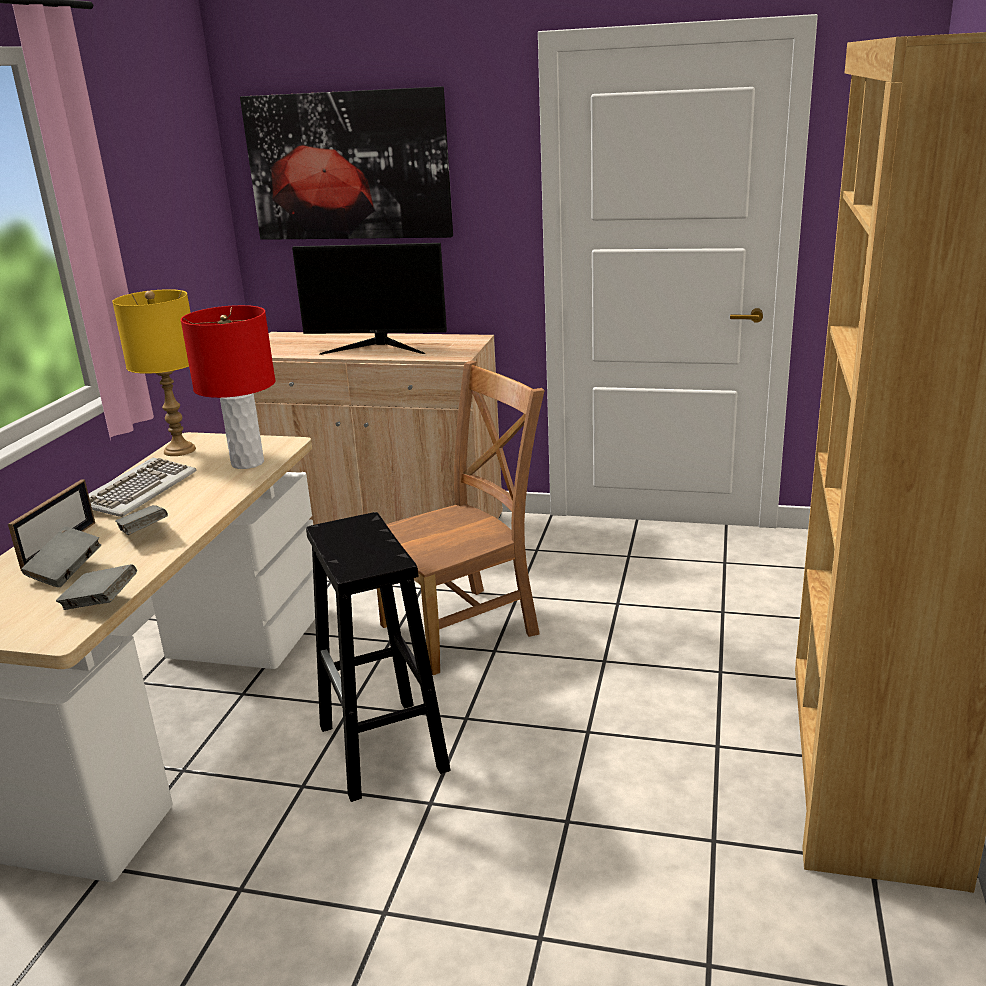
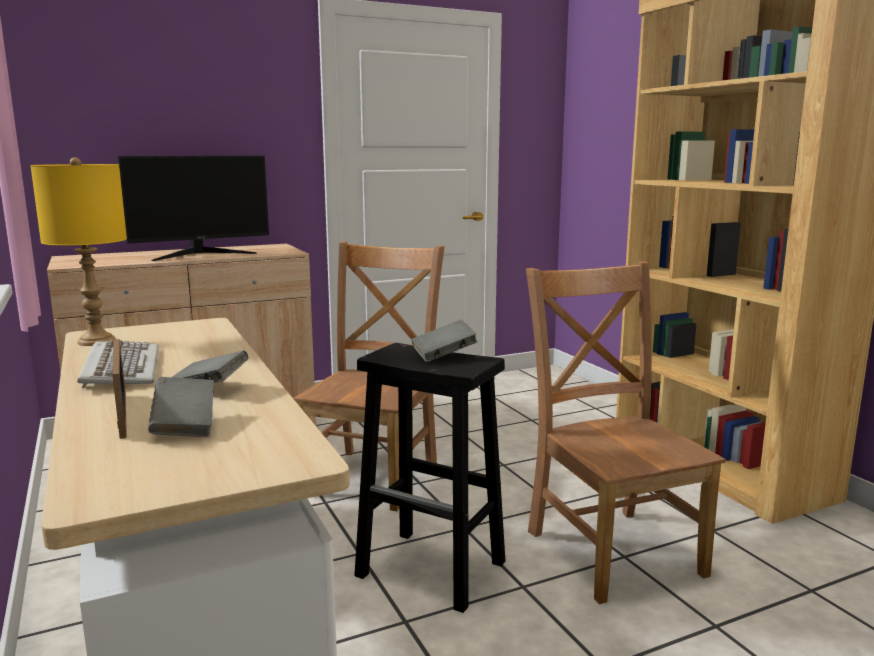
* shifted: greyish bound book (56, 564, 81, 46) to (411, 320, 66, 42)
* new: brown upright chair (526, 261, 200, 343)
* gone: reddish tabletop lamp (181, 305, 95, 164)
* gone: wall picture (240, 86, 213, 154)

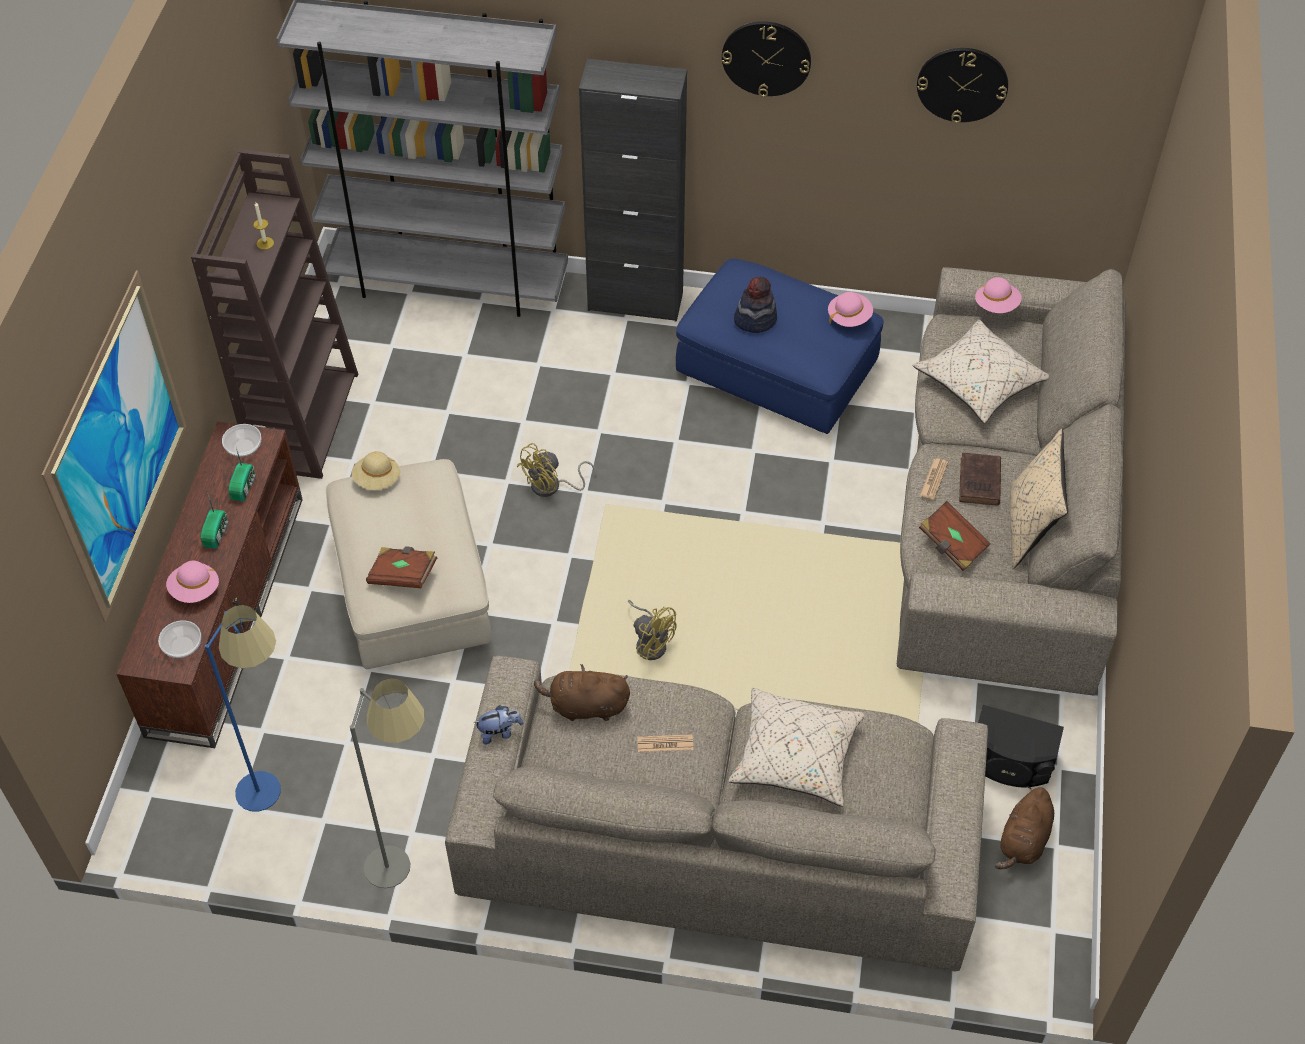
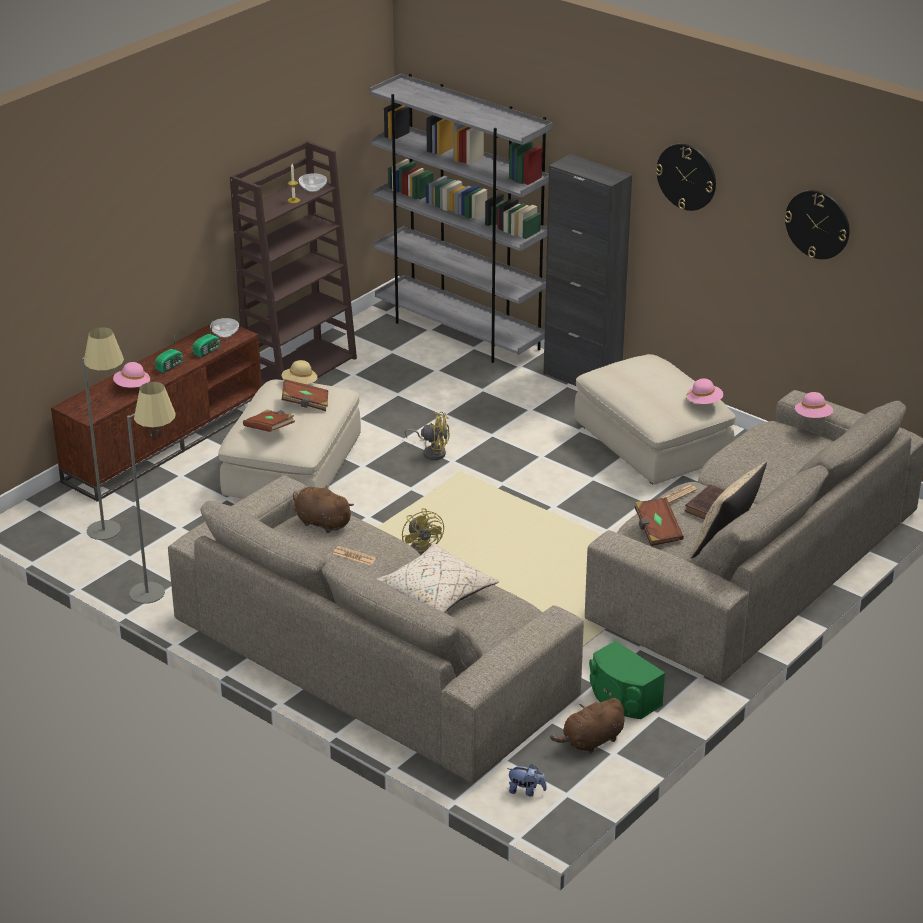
* repainted: blue-coloured standard lamp (205, 605, 76, 207) to greyish standard lamp (82, 327, 42, 213)
* new: brown bound book (282, 379, 46, 32)
* shifted: deep dish (158, 620, 43, 38) to (299, 173, 28, 19)
* rotated: yellow fan (517, 443, 80, 54) = (404, 411, 46, 49) 150 degrees counterclockwise
* shifted: soft toy (473, 705, 50, 39) to (507, 764, 40, 32)
* repainted: blue-coloured pouffe (676, 259, 207, 175) to beige-coloured pouffe (574, 354, 161, 131)
* repainted: black speaker (978, 705, 86, 83) to green speaker (589, 640, 76, 79)
* gone: wall picture (42, 270, 144, 352)
* gone: hat (734, 277, 43, 56)
* gone: beige-coloured pillow (913, 320, 136, 103)

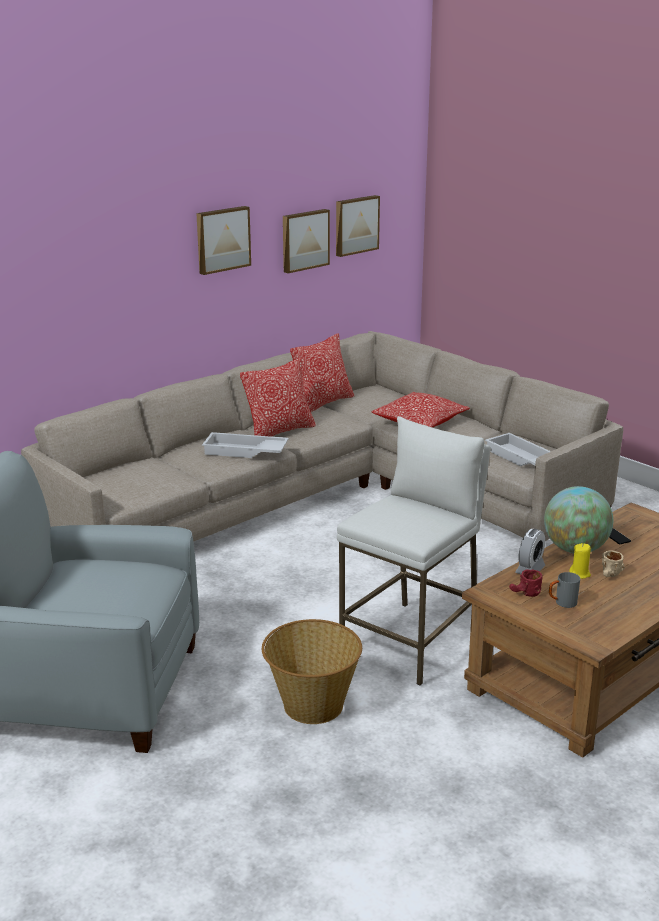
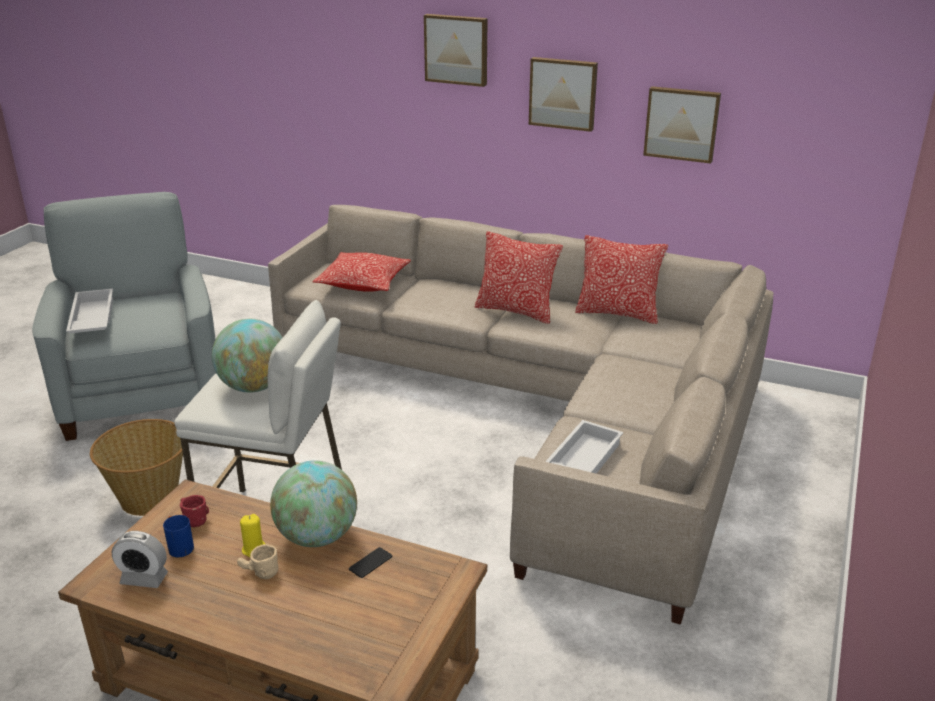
* shifted: white carrying tray (202, 432, 87, 26) to (66, 288, 47, 45)
* shifted: bedside clock (515, 529, 30, 45) to (112, 531, 56, 57)
* repainted: greyish tea mug (549, 572, 31, 36) to blue-coloured tea mug (163, 515, 31, 43)
* new: world globe (212, 319, 71, 74)
* shifted: pillow (371, 392, 99, 35) to (313, 252, 98, 40)
* shifted: wall picture (336, 195, 44, 62) to (424, 14, 63, 73)

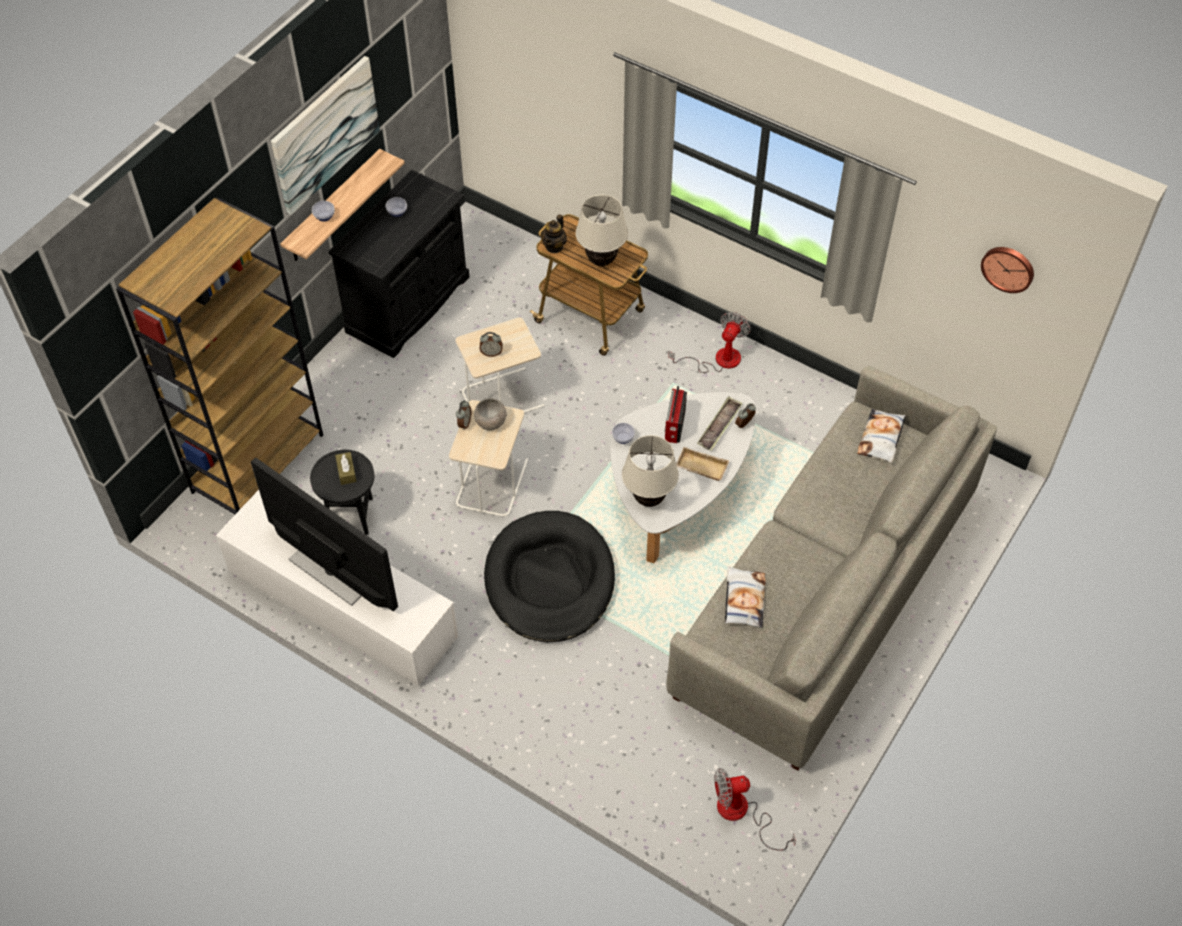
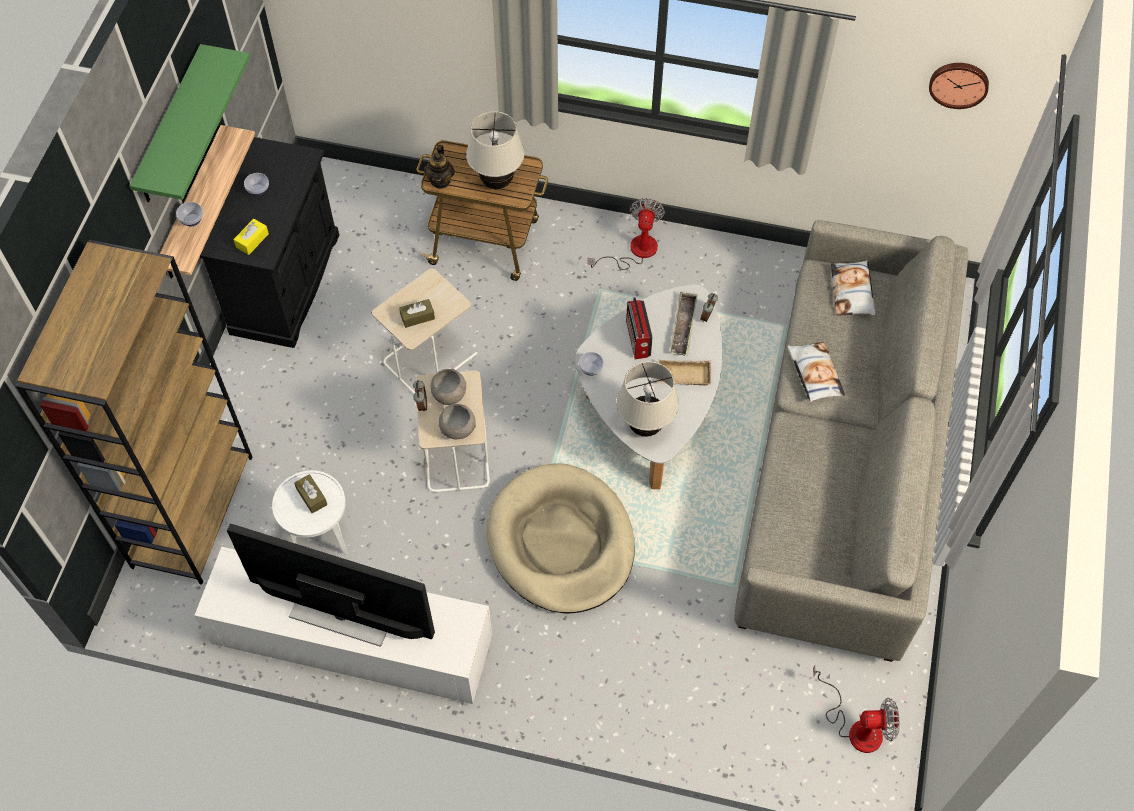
* swapped: wall picture (271, 56, 109, 159) to green shelf (129, 44, 121, 158)
* new: yellow tissue holder (233, 219, 36, 36)
* repainted: black side table (310, 450, 65, 85) to white side table (272, 470, 76, 84)
* swapped: bedside clock (479, 332, 24, 25) to brown tissue holder (399, 299, 36, 29)
* new: greyish deep dish (439, 404, 37, 35)
* repainted: black pet bed (484, 511, 131, 131) to beige-coloured pet bed (487, 464, 147, 149)
* shifted: pillow (725, 566, 41, 62) to (787, 342, 58, 60)
* rotated: fan (714, 768, 82, 83) = (813, 665, 87, 88) 150 degrees counterclockwise

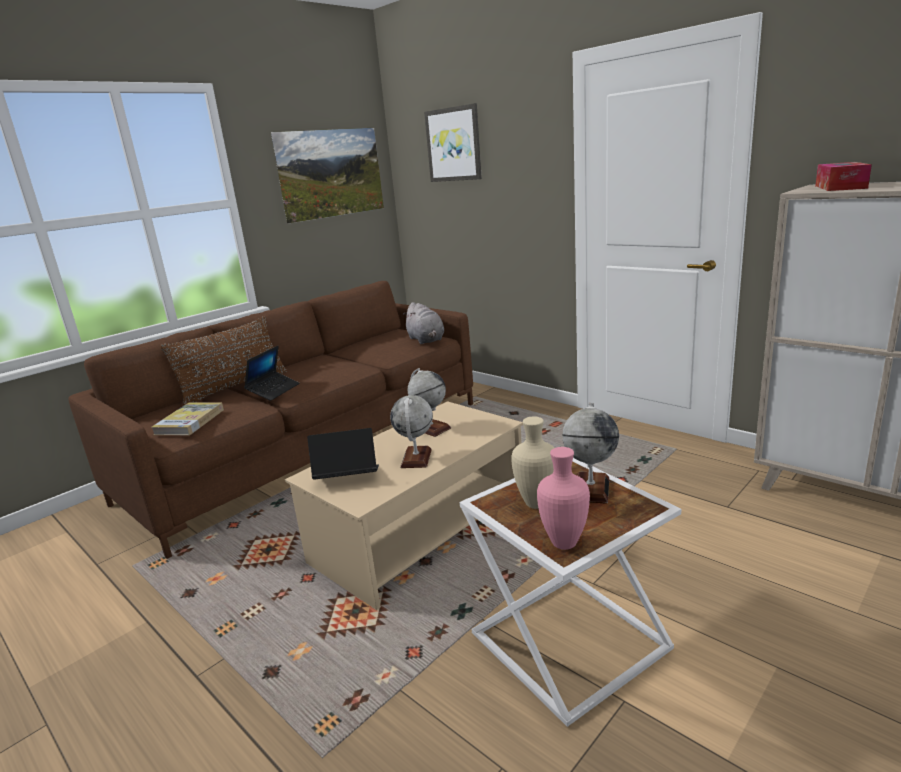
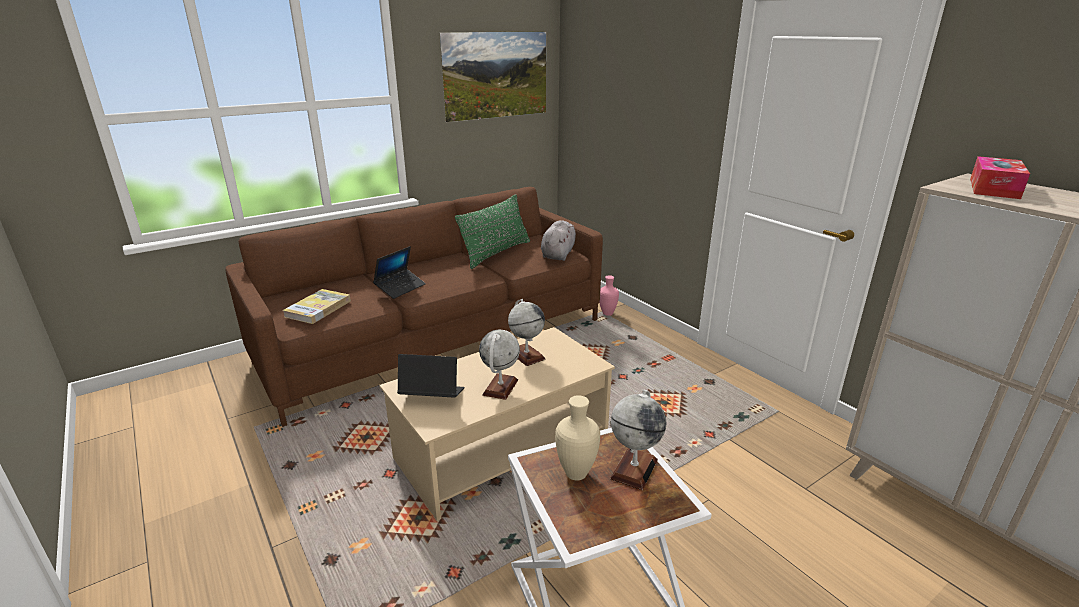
* new: green pillow (455, 194, 75, 75)
* rotated: greyish soft toy (403, 302, 41, 42) = (541, 220, 35, 41) 150 degrees counterclockwise
* shifted: pink-coloured flower vase (537, 447, 53, 103) to (599, 275, 20, 41)
* gone: brown pillow (160, 316, 127, 90)
* gone: wall picture (424, 103, 58, 79)

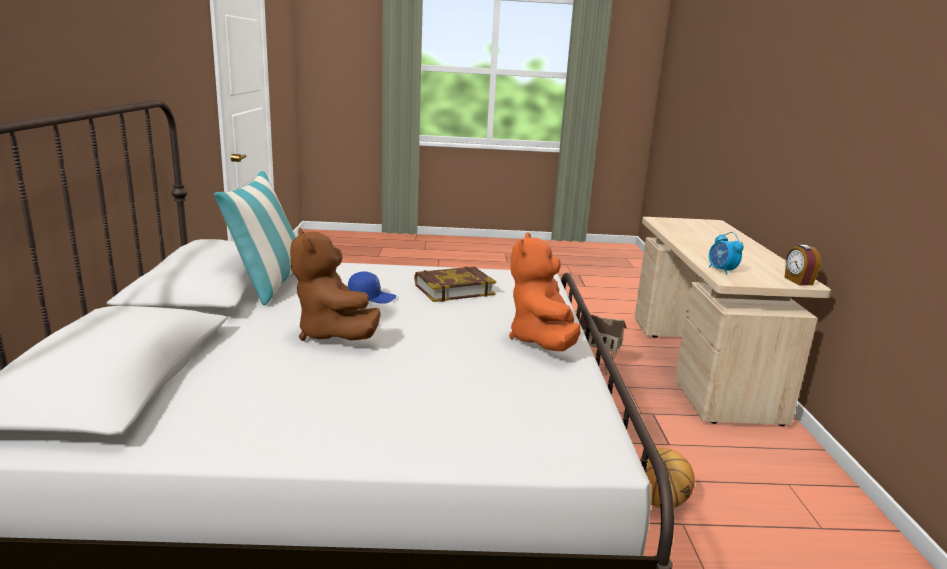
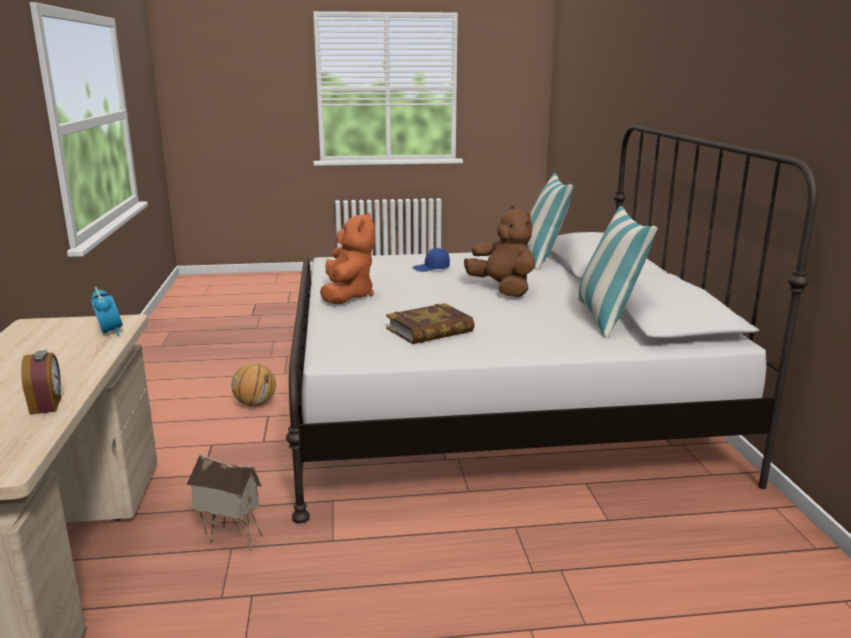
* shifted: bedside clock (785, 245, 36, 40) to (21, 350, 40, 65)
* shifted: blue-coloured peaked cap (348, 271, 48, 33) to (413, 248, 37, 24)
* new: pillow (526, 173, 47, 96)

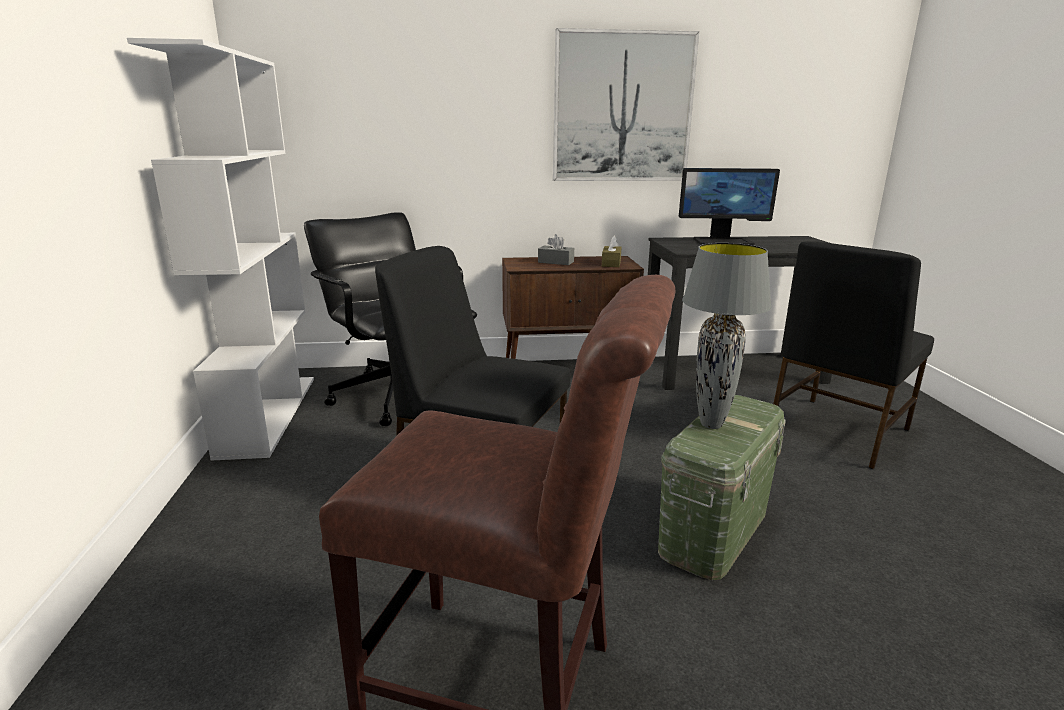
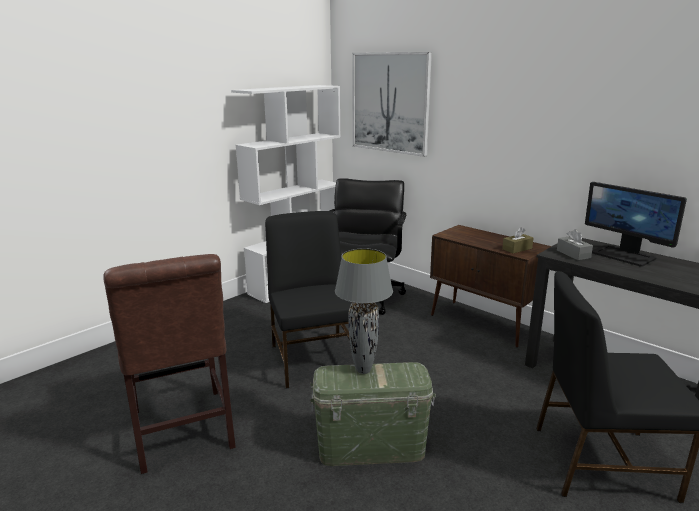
* shifted: wall picture (553, 28, 146, 153) to (352, 52, 80, 105)
* shifted: greyish tissue holder (538, 234, 36, 31) to (557, 229, 36, 31)

